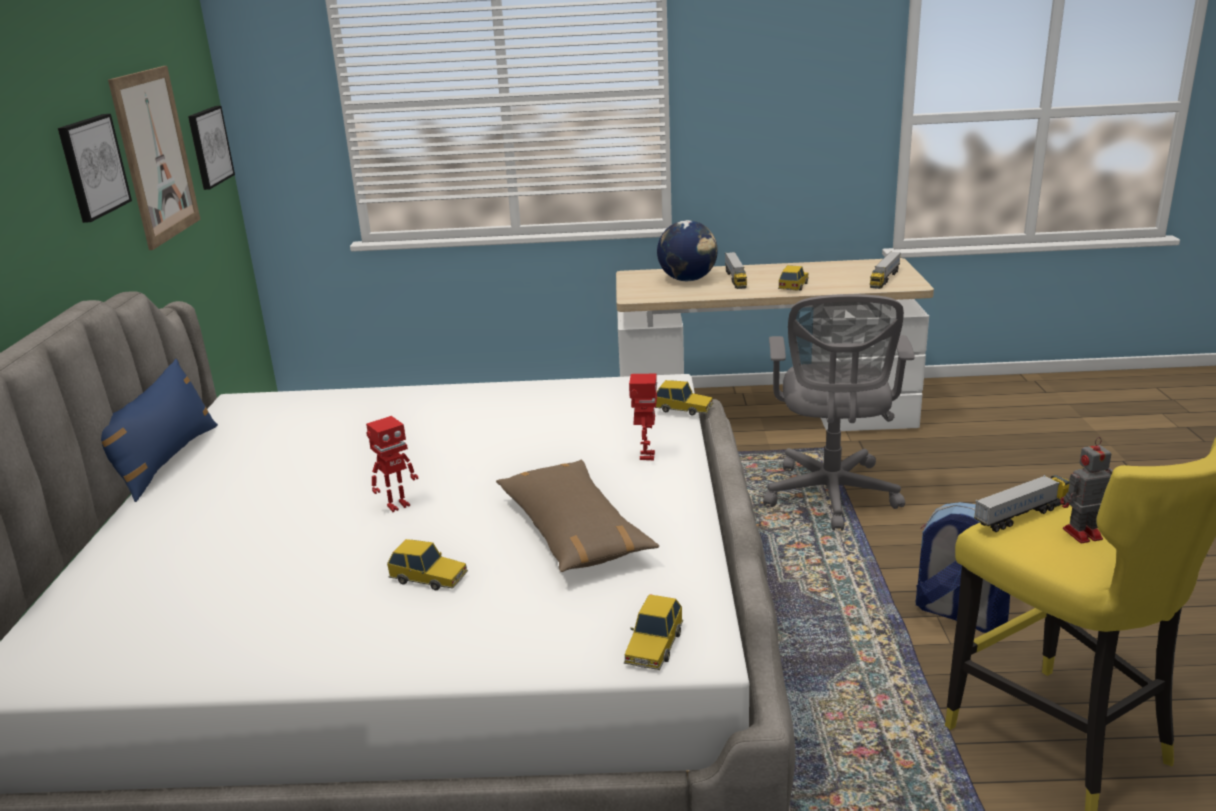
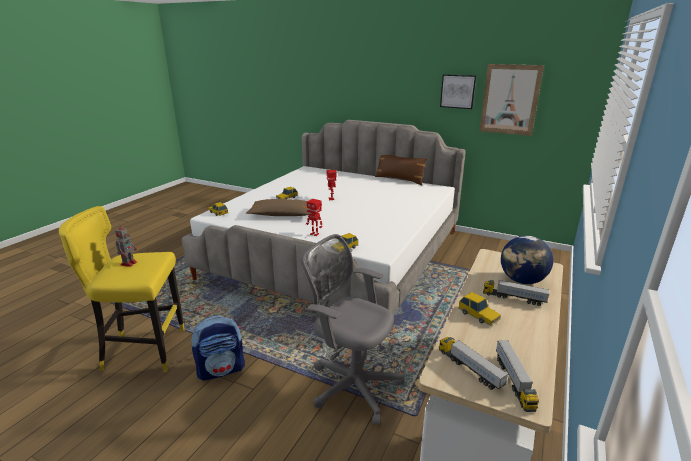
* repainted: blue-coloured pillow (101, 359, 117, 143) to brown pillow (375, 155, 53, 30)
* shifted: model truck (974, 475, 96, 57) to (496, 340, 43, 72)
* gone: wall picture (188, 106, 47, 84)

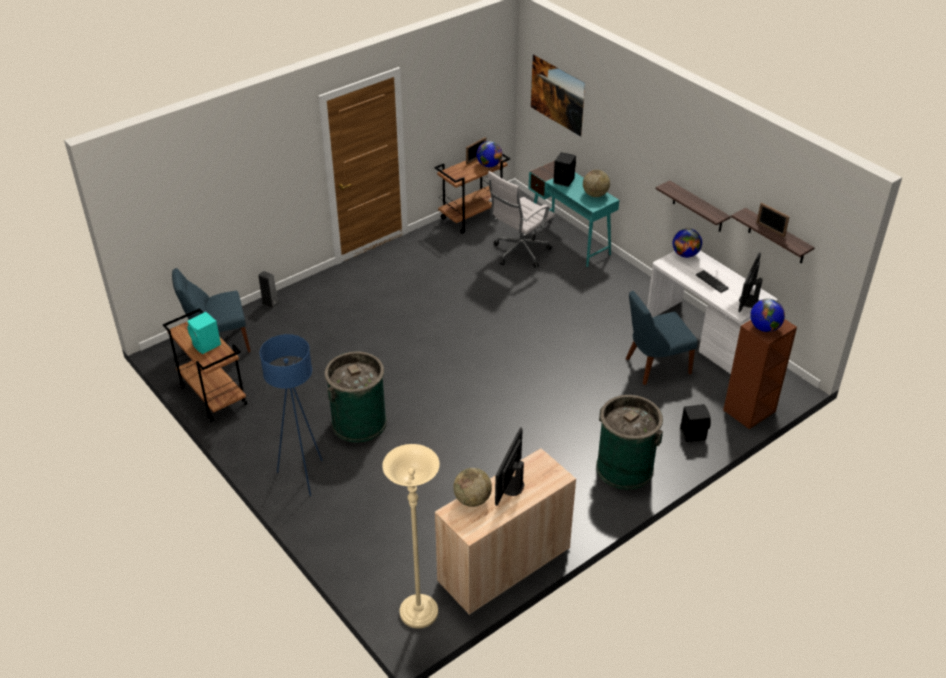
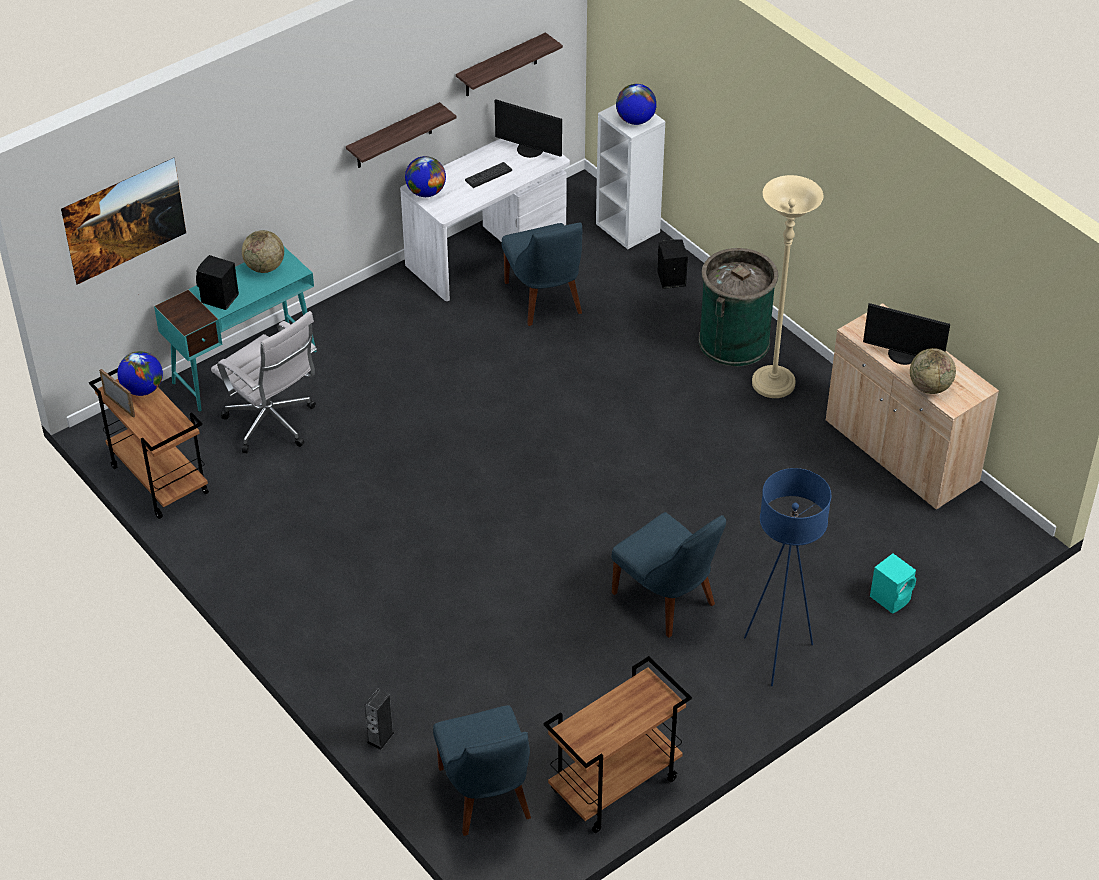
* repainted: brown bookshelf (723, 319, 74, 110) to white bookshelf (596, 104, 69, 145)
* swapped: green waste bin (324, 351, 63, 92) to blue-coloured upright chair (612, 512, 114, 126)
* shifted: beige-coloured standard lamp (382, 444, 58, 185) to (752, 175, 71, 223)
* shifted: turquoise-coloured speaker (187, 312, 34, 42) to (870, 553, 46, 61)
* gone: standing frame (757, 202, 33, 35)

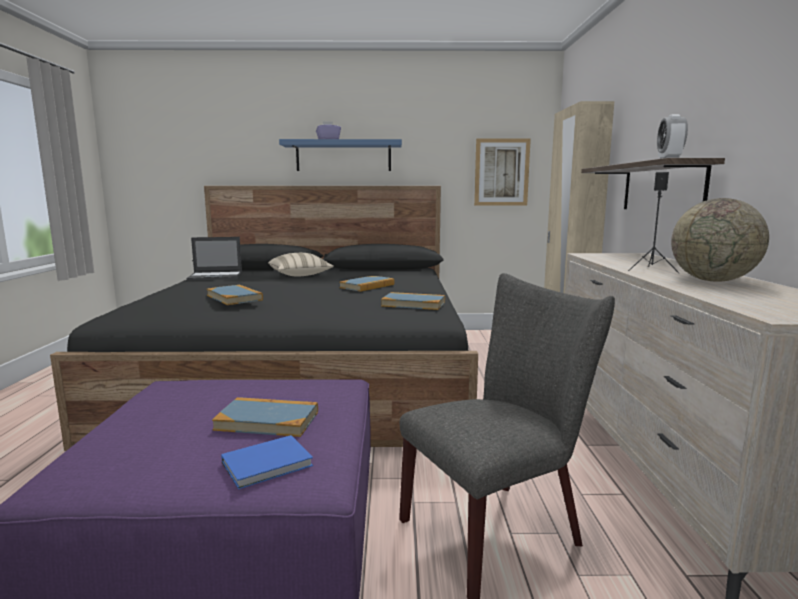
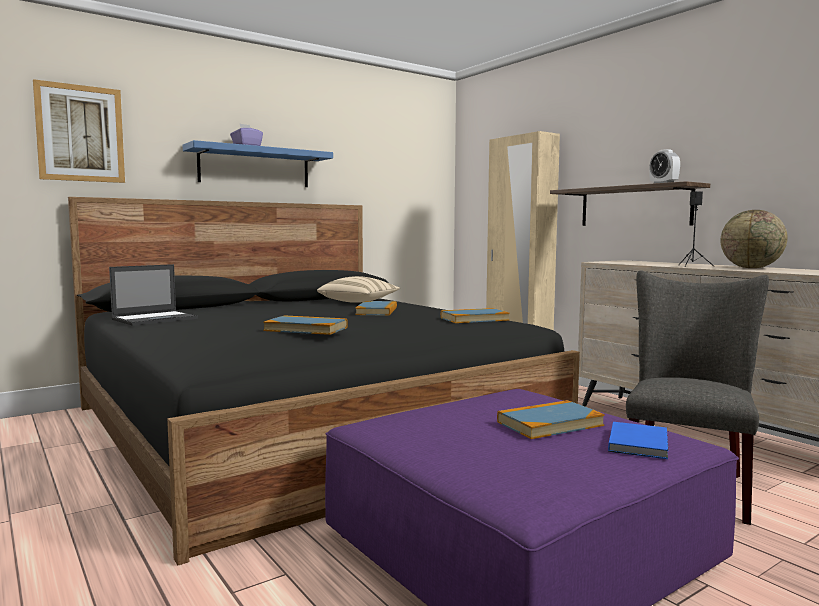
* shifted: wall picture (474, 139, 57, 67) to (33, 79, 92, 104)
* shifted: beige-coloured pillow (268, 253, 66, 23) to (317, 276, 83, 27)

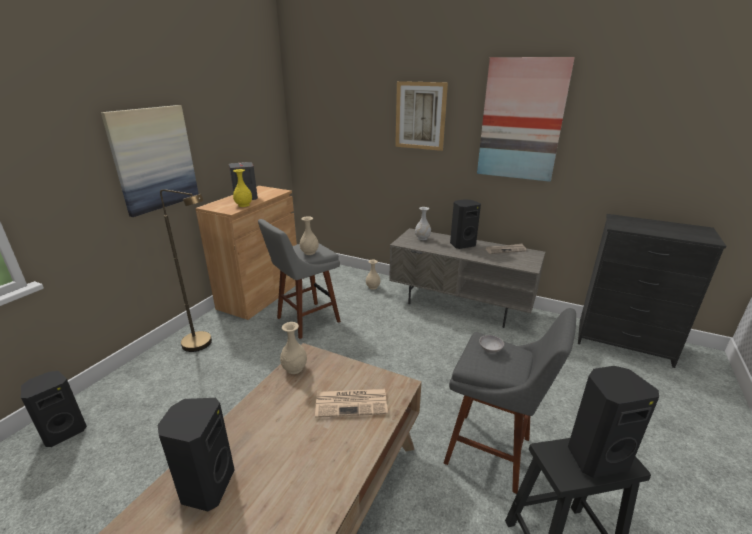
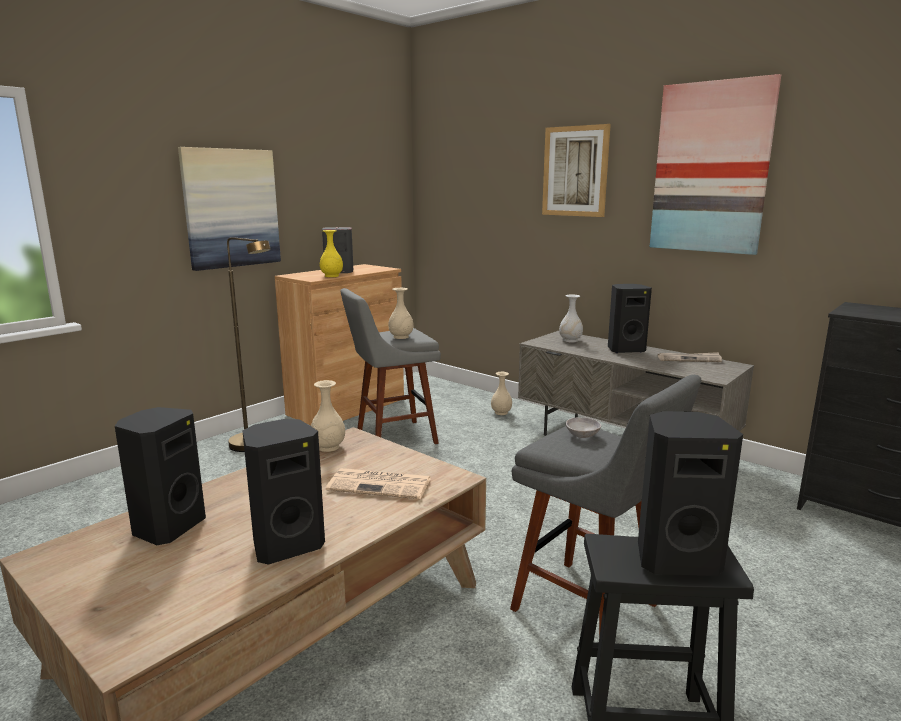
* shifted: black speaker (21, 371, 66, 76) to (242, 419, 83, 146)

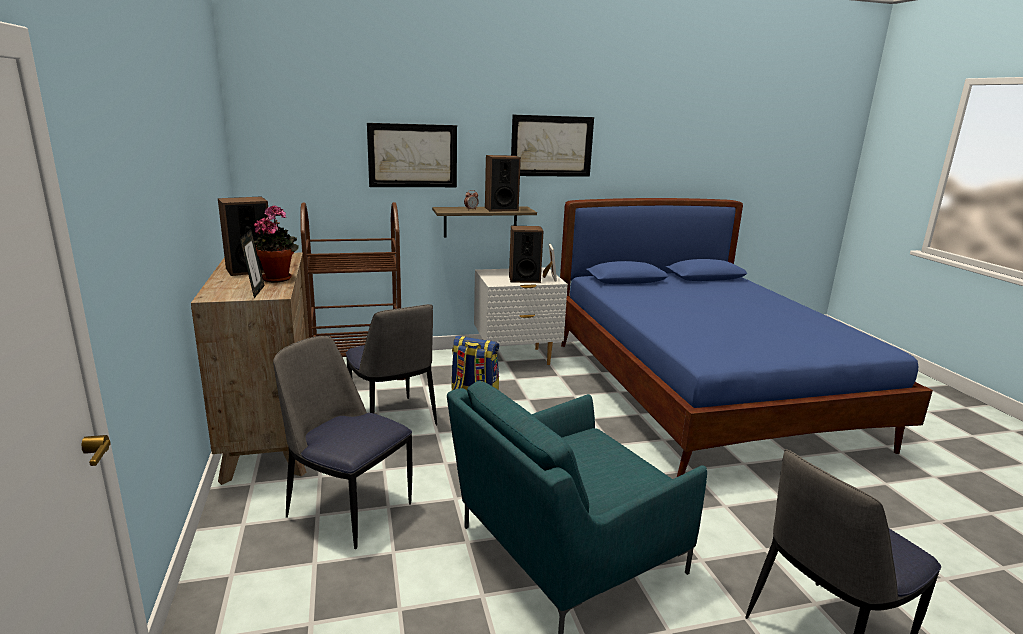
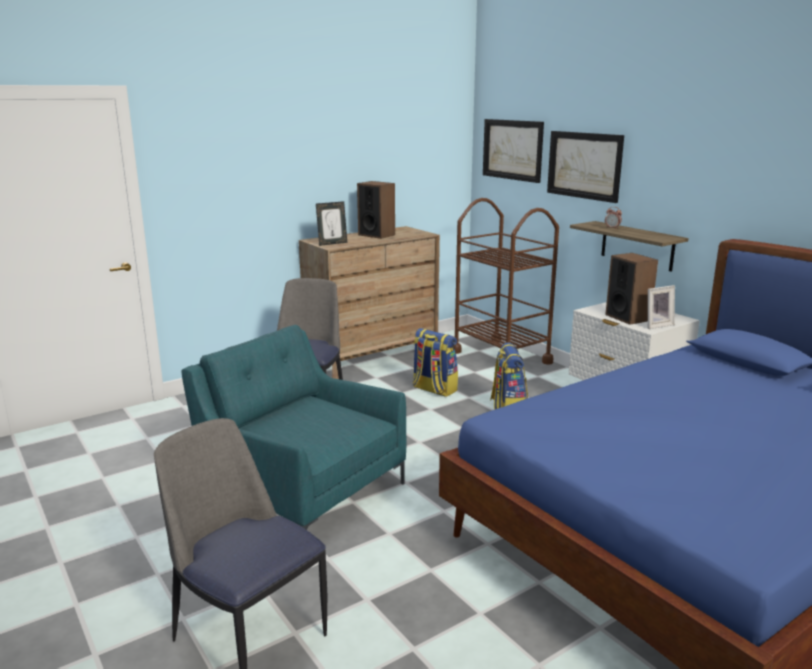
* swapped: upright chair (346, 304, 91, 122) to backpack (413, 328, 45, 69)
* shifted: wall picture (511, 115, 83, 62) to (483, 119, 61, 64)
* gone: houseplant (254, 205, 44, 78)
* gone: speaker (485, 155, 36, 56)

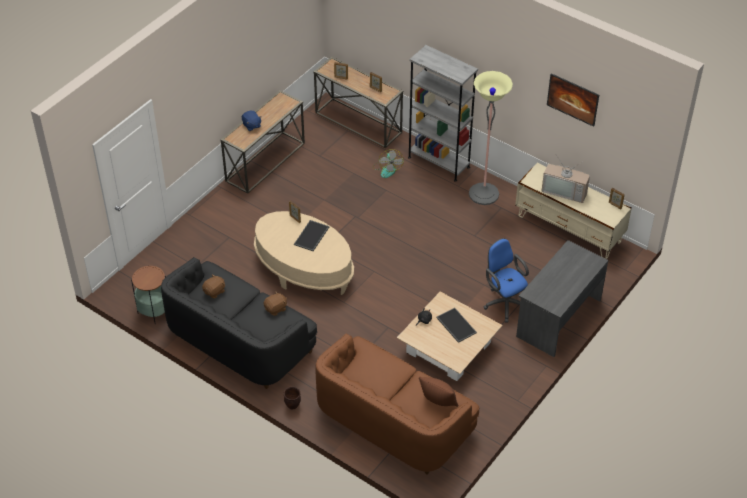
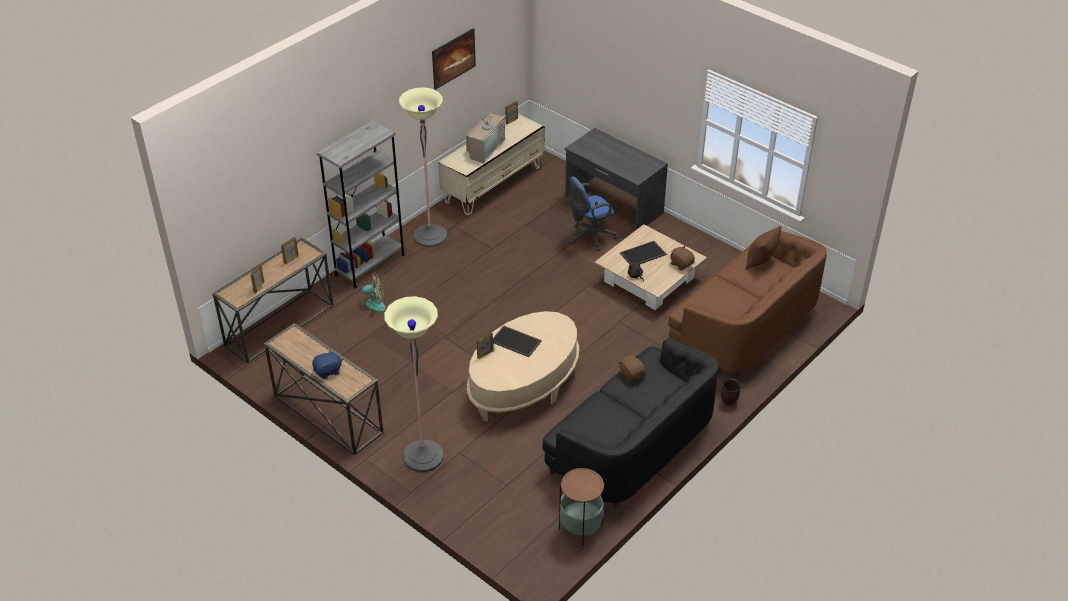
* new: standard lamp (384, 296, 59, 176)
* shifted: brown soft toy (202, 274, 23, 25) to (670, 246, 25, 25)

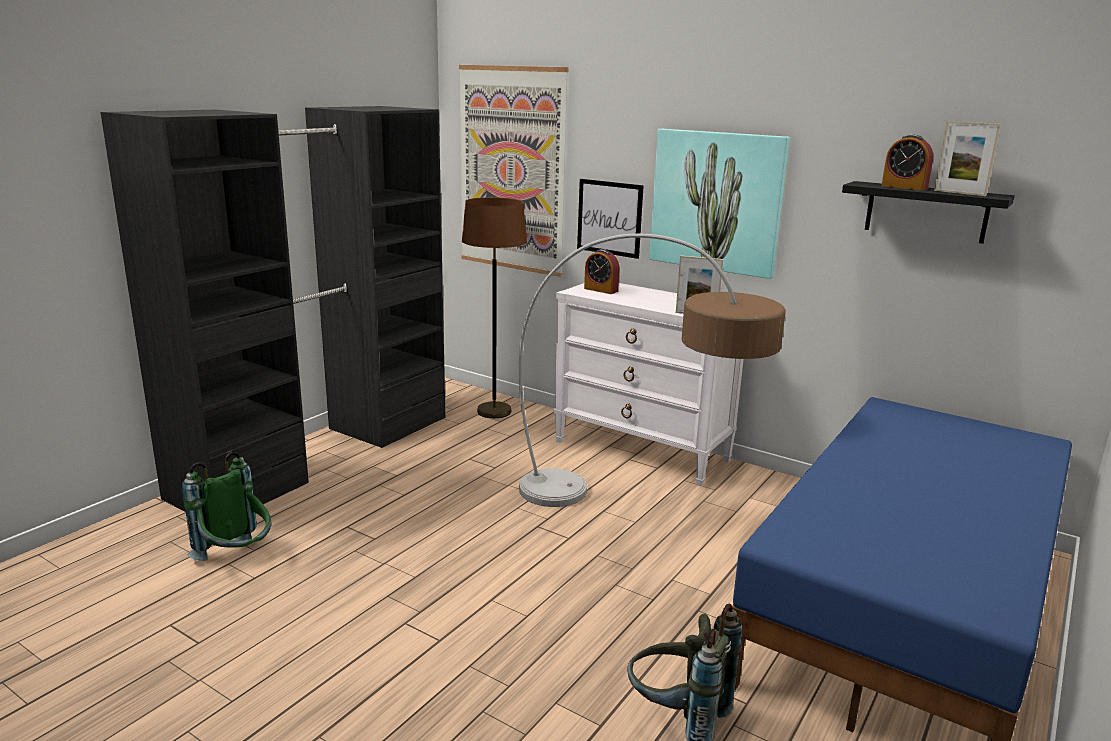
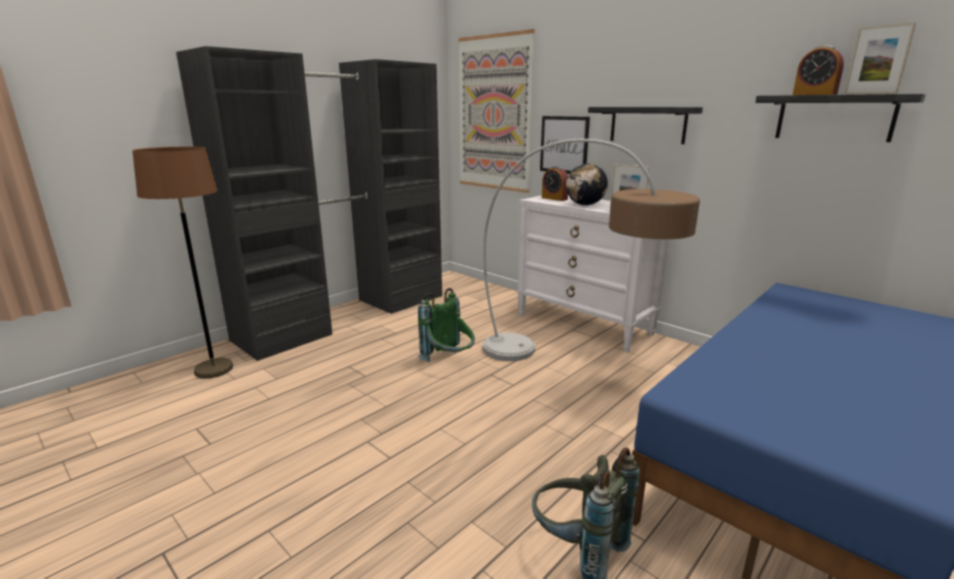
* shifted: brown standard lamp (462, 197, 65, 221) to (132, 147, 101, 231)
* shifted: green backpack (182, 452, 90, 109) to (418, 288, 57, 74)
* new: world globe (566, 164, 42, 41)
* swapped: wall picture (649, 129, 141, 150) to black shelf (588, 107, 115, 37)

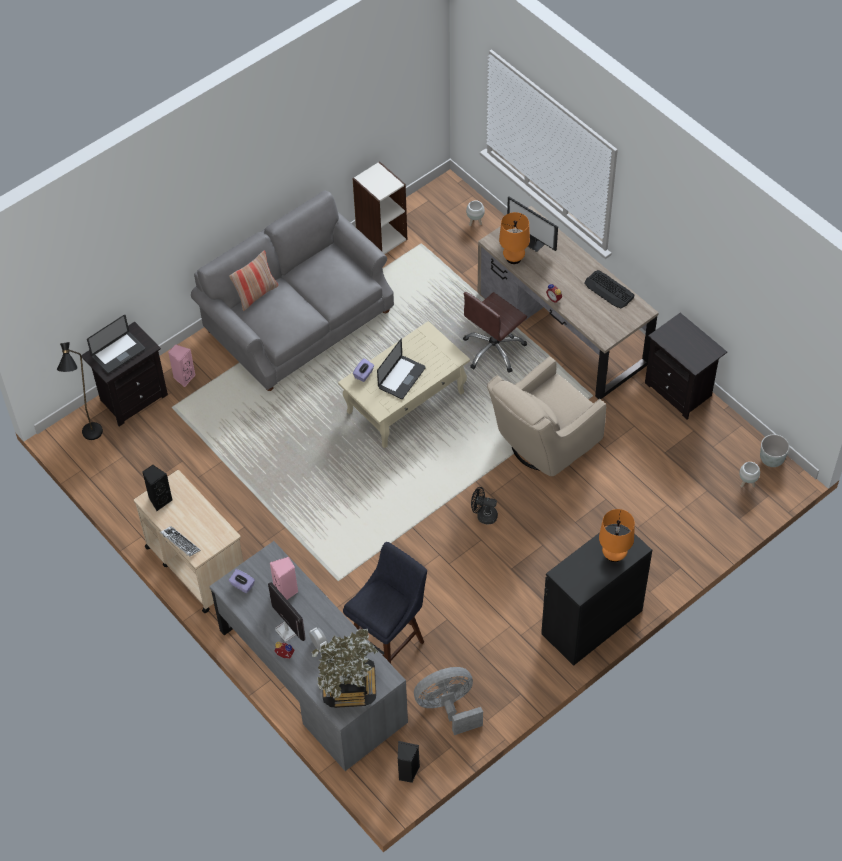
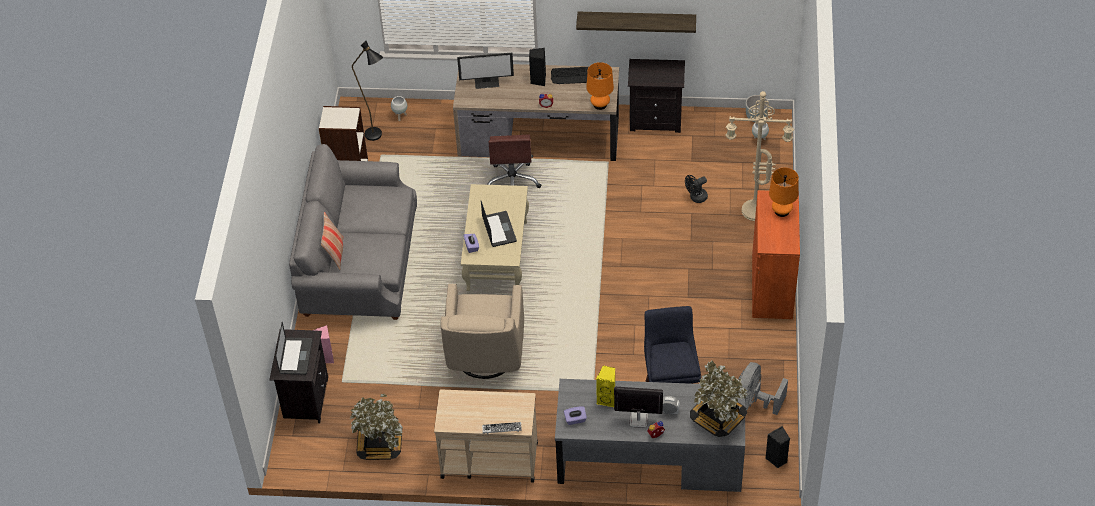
* new: houseplant (350, 394, 53, 66)
* shifted: black standard lamp (57, 342, 46, 98) to (352, 41, 31, 100)
* shifted: beige-coloured lounge chair (487, 356, 119, 121) to (440, 283, 84, 96)
* shifted: black speaker (143, 465, 30, 46) to (529, 48, 17, 38)
* new: shelf (576, 12, 120, 21)
* shifted: orangey tabletop lamp (499, 212, 31, 52) to (586, 62, 28, 48)
* repainted: pink-coloured speaker (270, 557, 28, 43) to yellow speaker (596, 365, 19, 42)
* shifted: black fan (471, 487, 27, 37) to (685, 175, 23, 28)
* new: beige-coloured standard lamp (725, 91, 69, 130)
* repainted: black cupboard (541, 524, 111, 142) to orangey cupboard (752, 190, 48, 129)

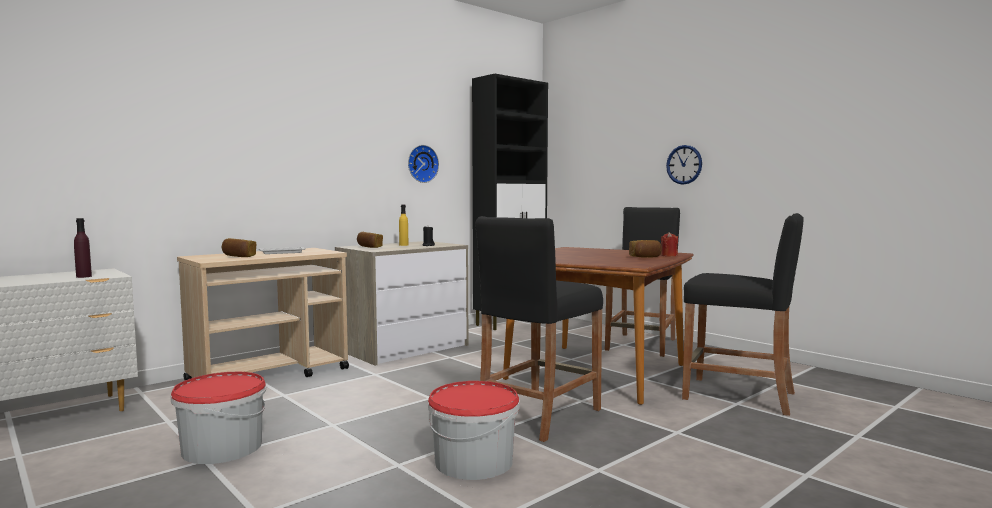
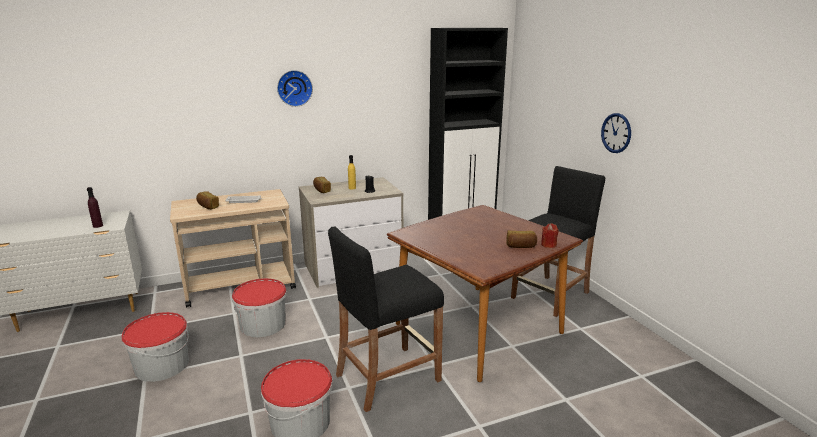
* new: bucket (232, 278, 55, 59)
* shifted: hanging clock (408, 145, 31, 38) to (277, 70, 36, 37)
* gone: black stool seat (682, 213, 121, 203)

